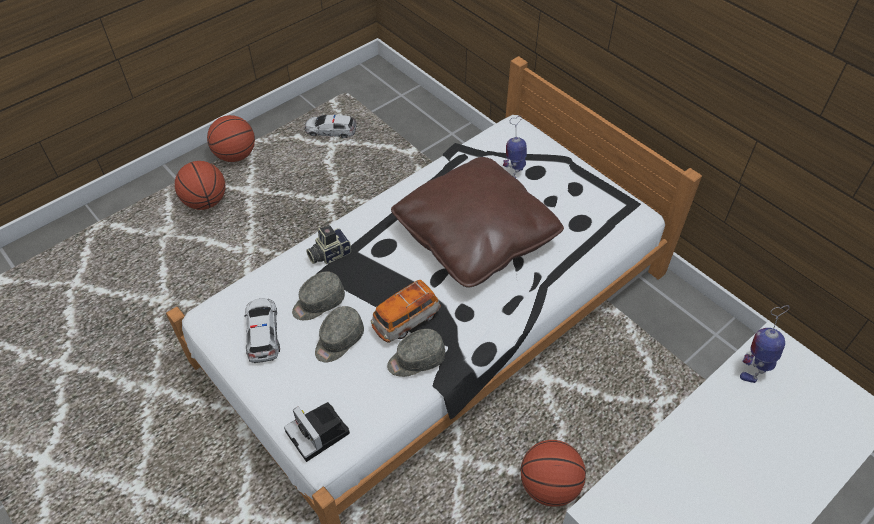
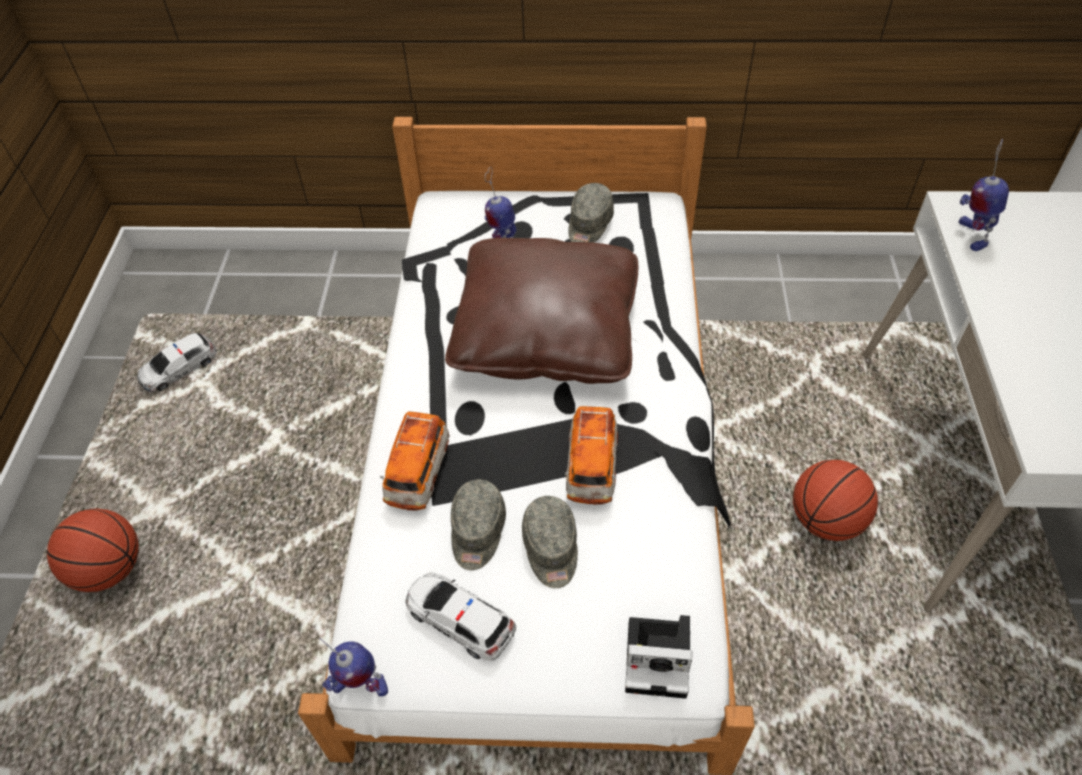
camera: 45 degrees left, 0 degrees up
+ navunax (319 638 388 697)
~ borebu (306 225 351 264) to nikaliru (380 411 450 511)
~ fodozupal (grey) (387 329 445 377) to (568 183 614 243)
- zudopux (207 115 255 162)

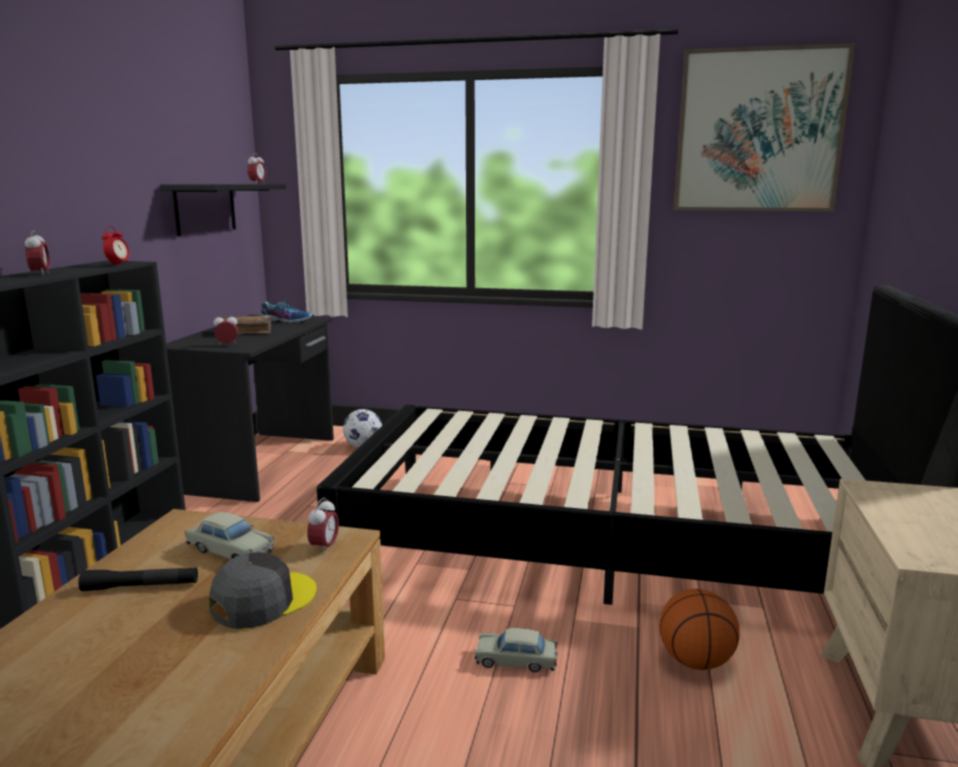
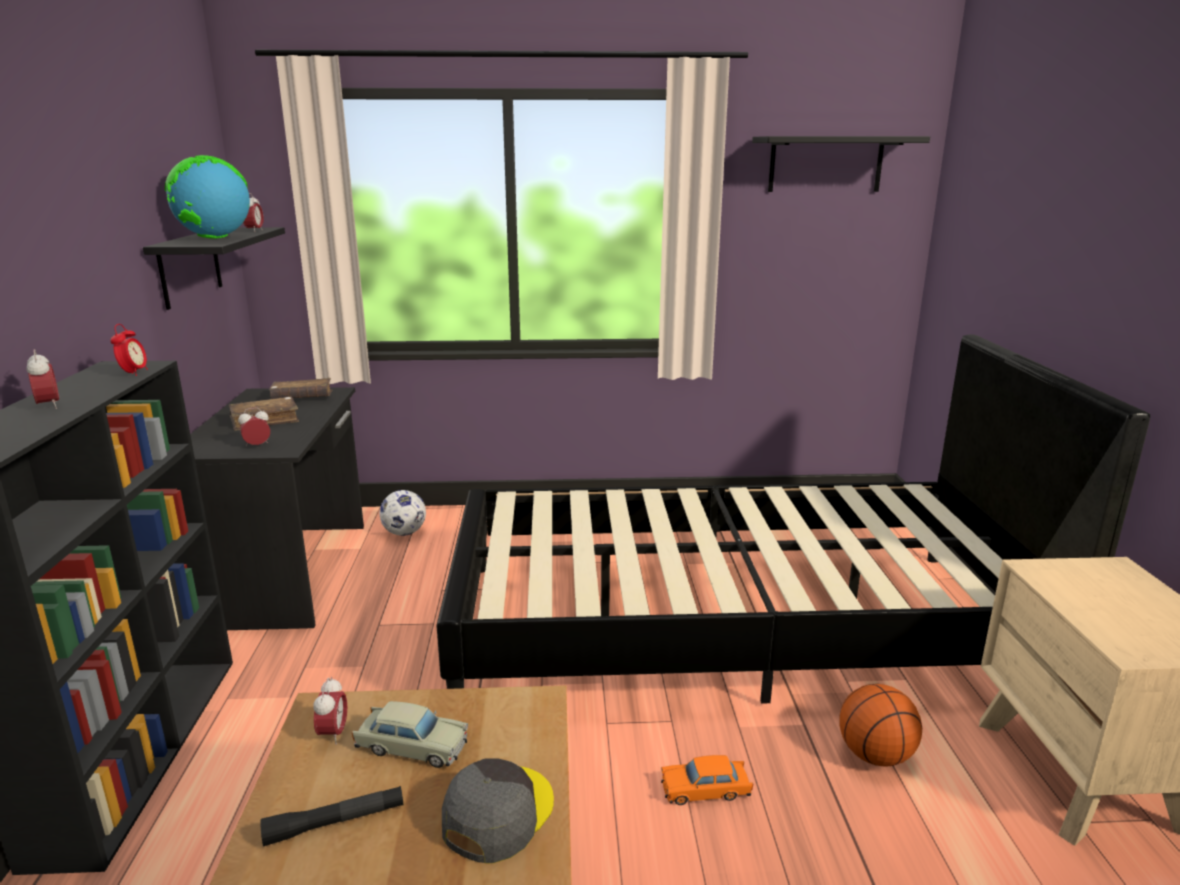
camera: 15 degrees left, 5 degrees up
+ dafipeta (165 155 250 239)
~ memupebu (260 298 312 324) to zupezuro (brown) (269 378 332 399)
~ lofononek (307 497 339 555) to (313 677 347 745)
~ nikaliru (beige) (475 628 558 672) to nikaliru (orange) (661 755 753 805)
~ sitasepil (674 43 855 211) to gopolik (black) (752 136 930 192)

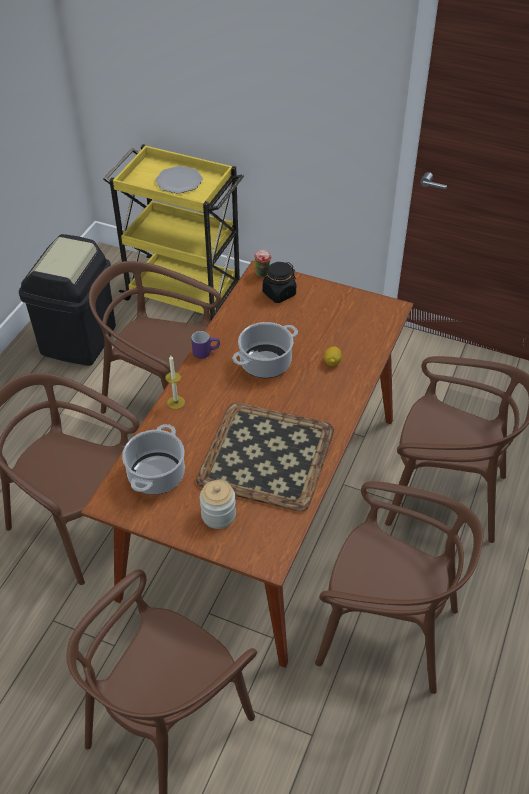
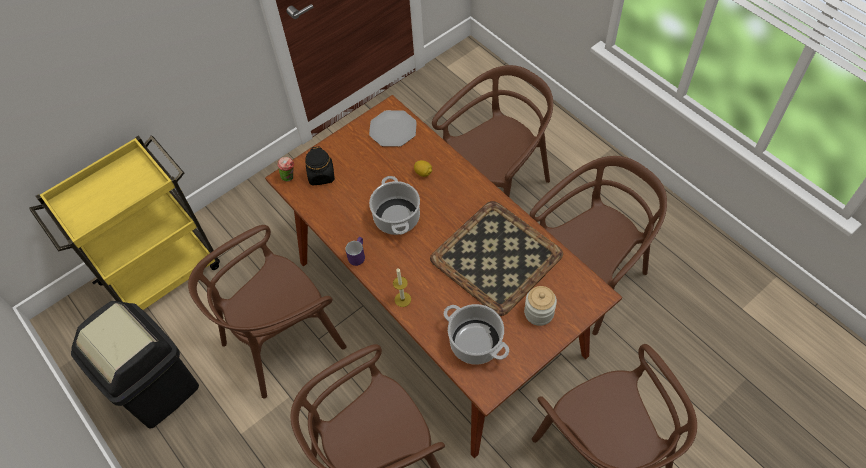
camera: 60 degrees left, 10 degrees up
~ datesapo (155 166 203 194) to (369 110 417 147)

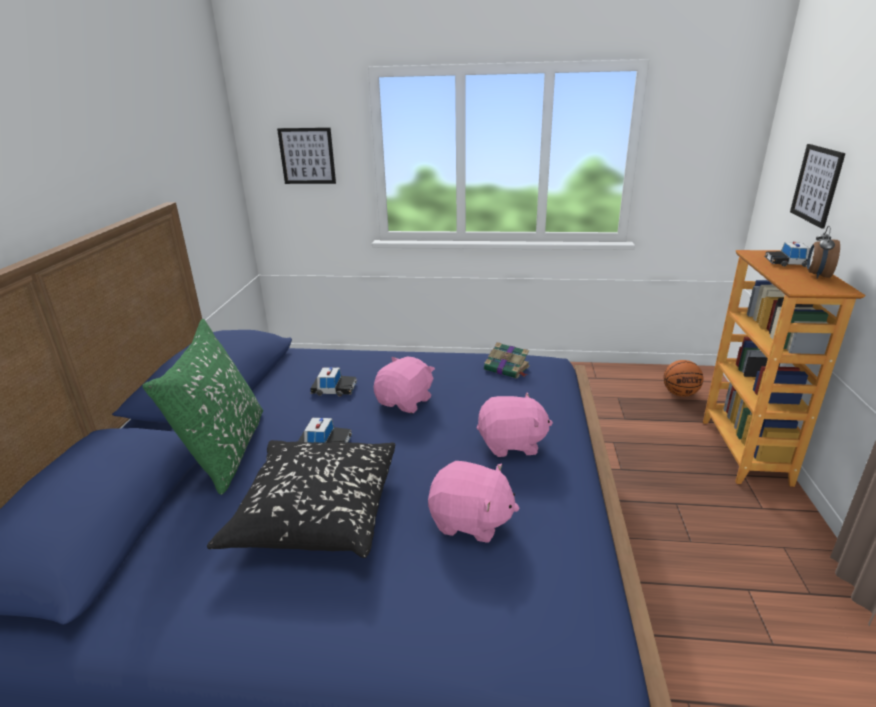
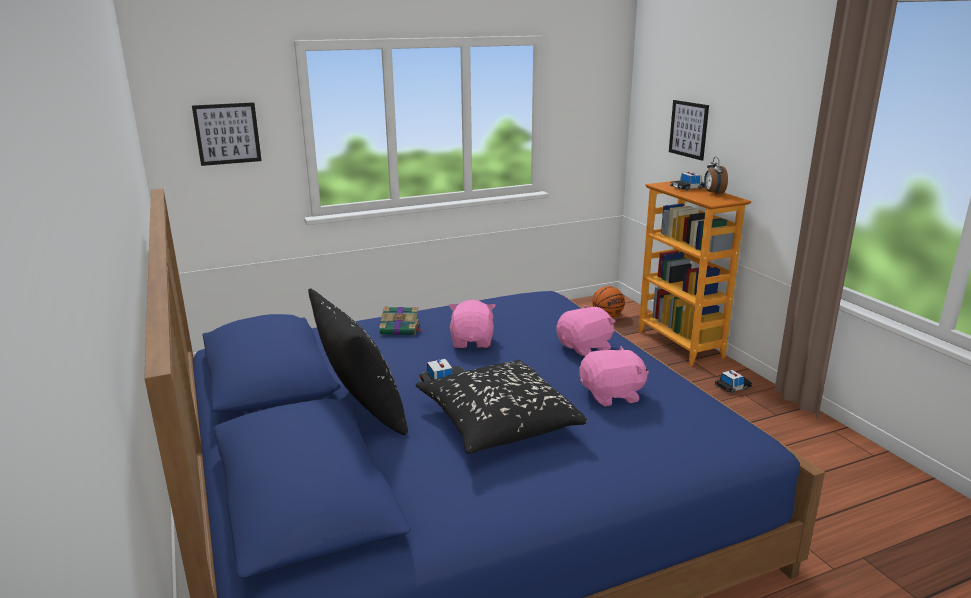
camera: 30 degrees left, 5 degrees down
~ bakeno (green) (142 319 263 495) to bakeno (black) (308 288 408 435)
~ zupezuro (484 342 530 379) to (379 307 423 335)
~ nikaliru (310 367 357 397) to (714 370 753 393)

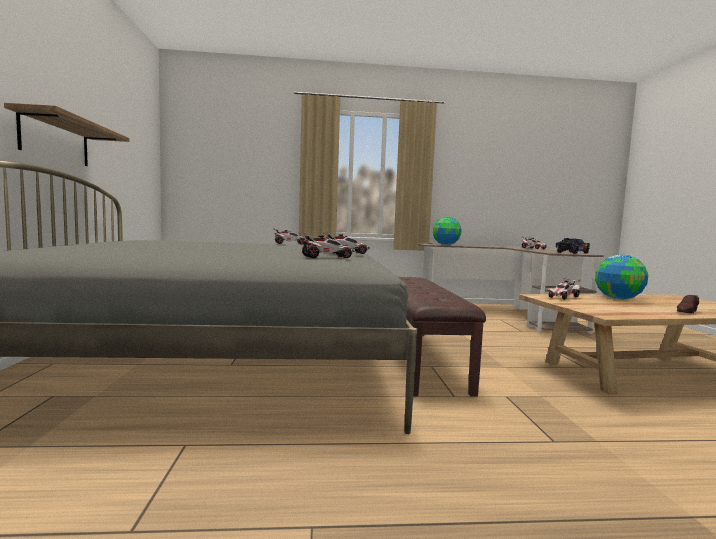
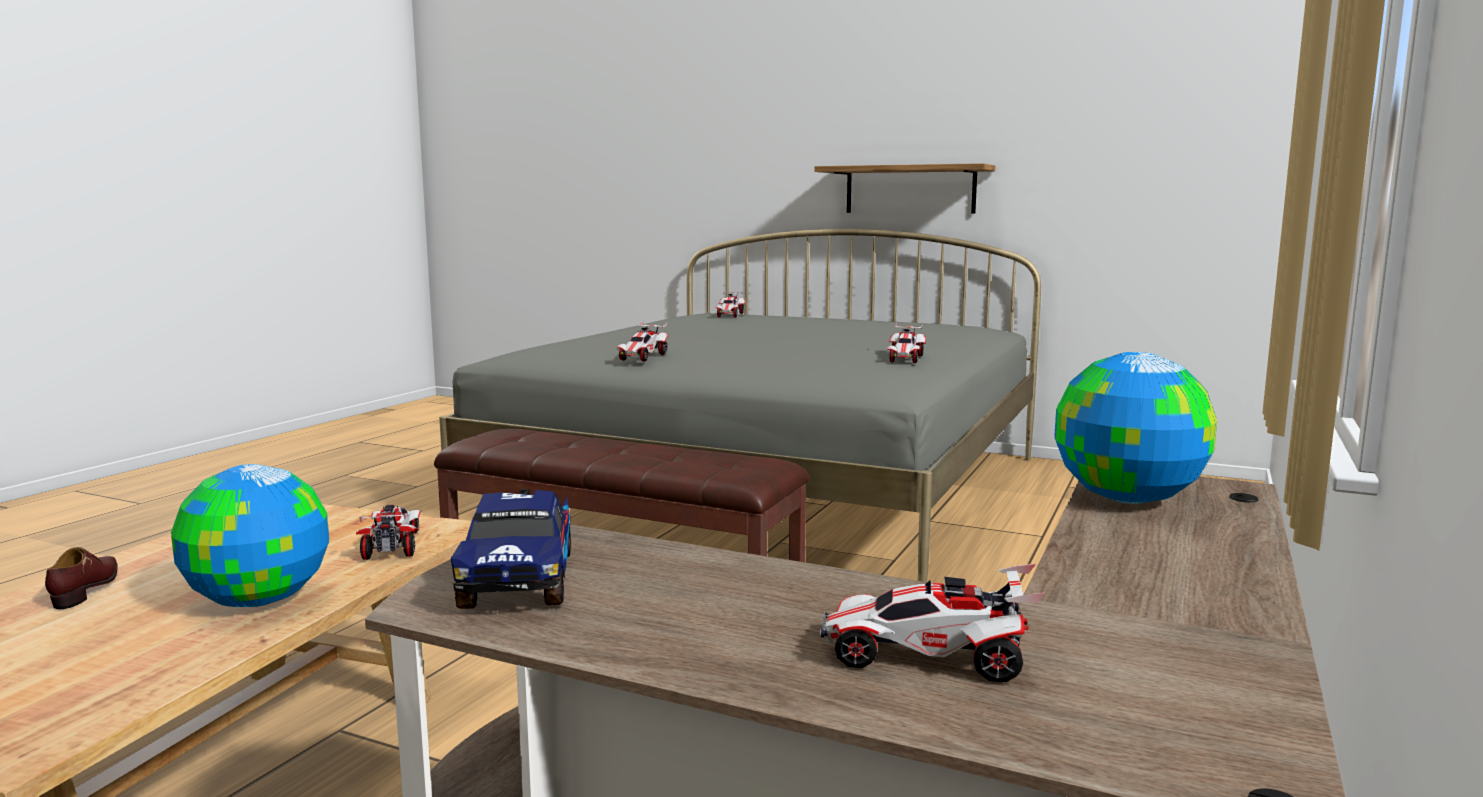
camera: 120 degrees right, 5 degrees up
~ nikaliru (299 233 354 258) to (715 290 745 318)

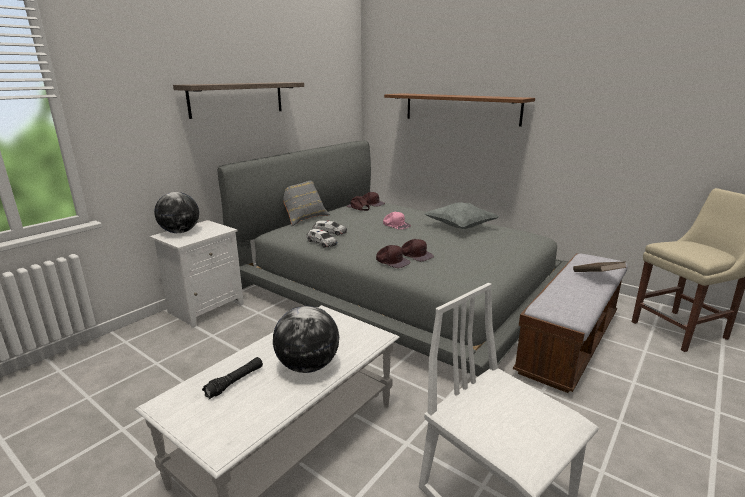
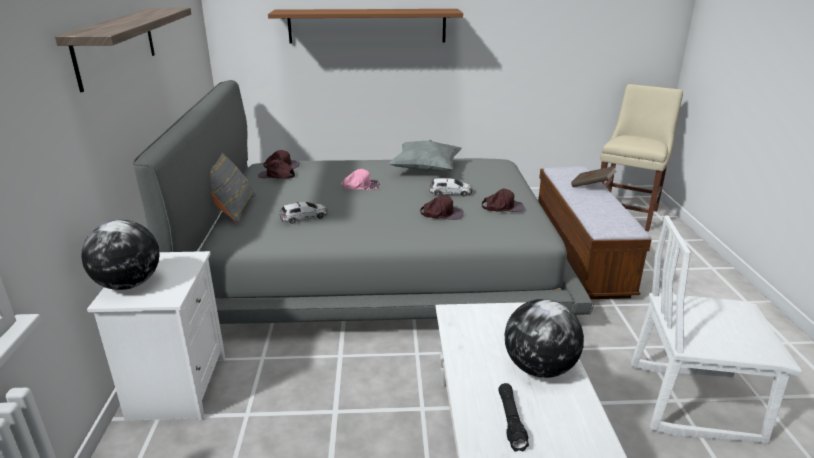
camera: 40 degrees left, 5 degrees up
~ nikaliru (306 229 337 248) to (429 178 472 196)
~ fodozupal (brown) (376 245 411 268) to (482 188 524 212)

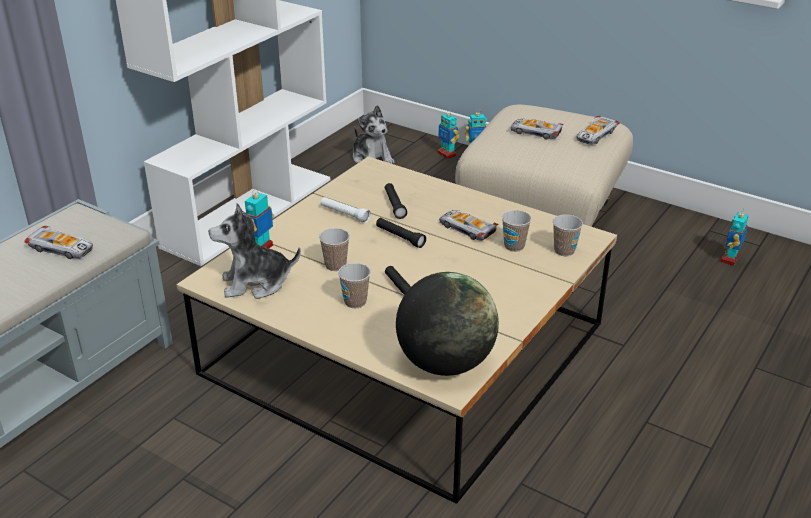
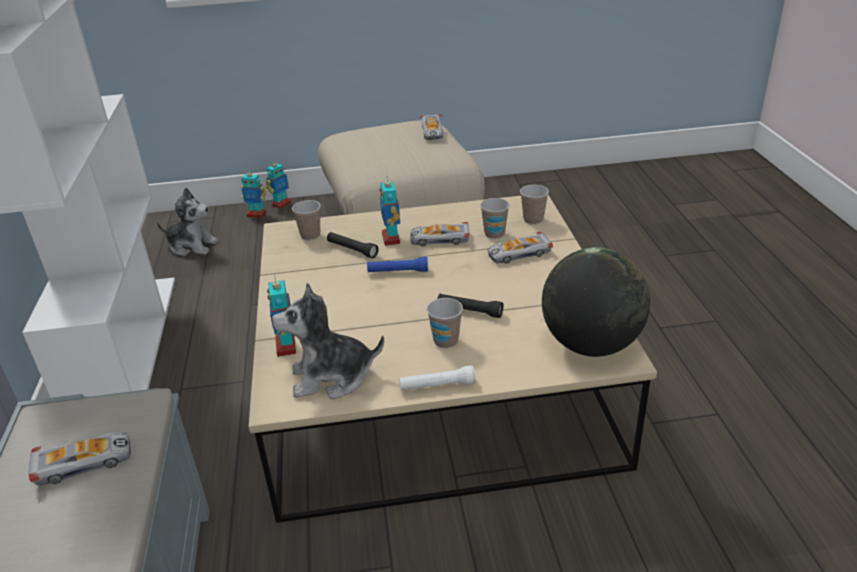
camera: 40 degrees left, 0 degrees up
~ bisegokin (208 203 301 299) = (272 283 384 399) 45 degrees clockwise
~ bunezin (319 228 350 271) to (292 200 321 240)
~ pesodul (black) (376 218 426 248) to pesodul (blue) (367 257 428 272)
~ navunax (721 209 748 266) to (380 176 400 246)
~ pesodul (white) (321 197 371 223) to (399 365 475 390)
~ nikaliru (511 119 563 139) to (488 232 553 264)

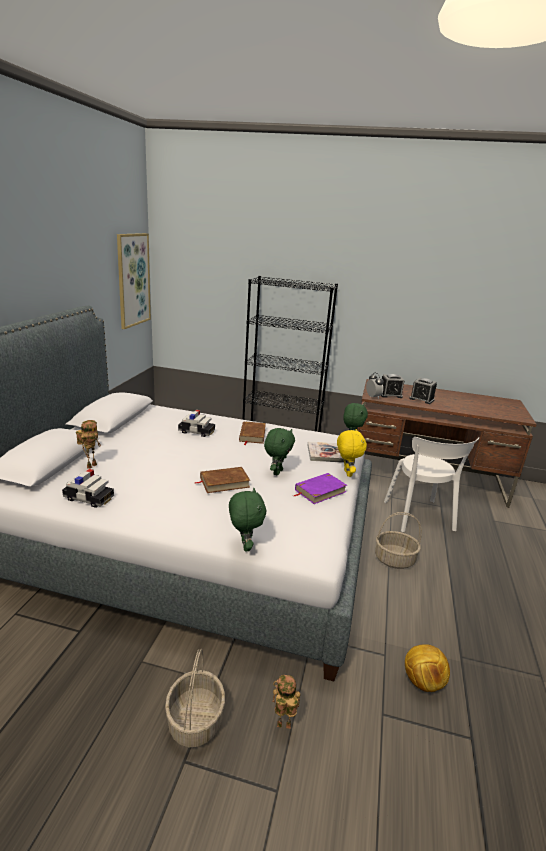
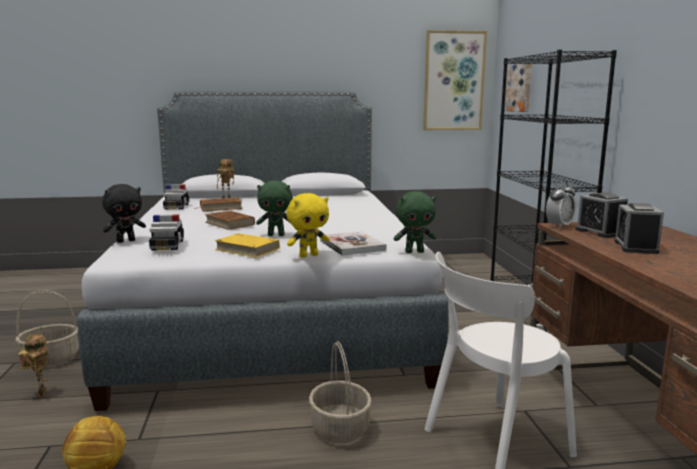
camera: 70 degrees right, 10 degrees down
~ bisegokin (green) (229 488 266 551) to bisegokin (black) (102 184 146 243)
~ nikaliru (178 410 215 437) to (149 214 184 251)
~ zupezuro (brown) (239 421 266 445) to (193 198 242 211)
~ zupezuro (purple) (293 473 347 504) to zupezuro (yellow) (215 233 280 258)
+ sitasepil (505 64 532 112)

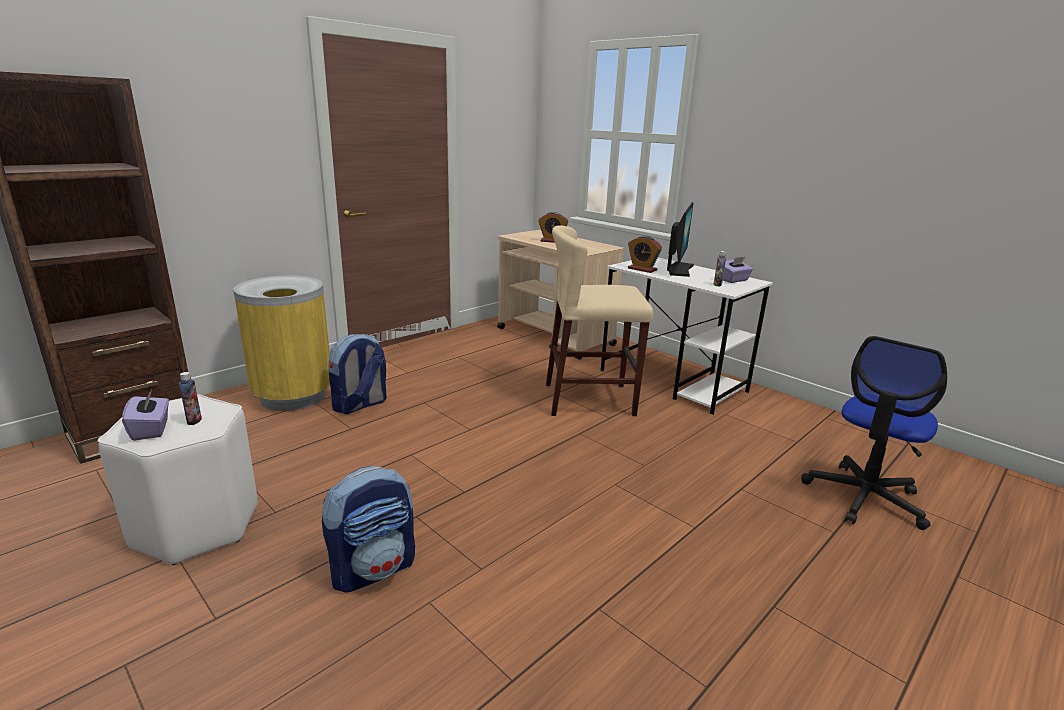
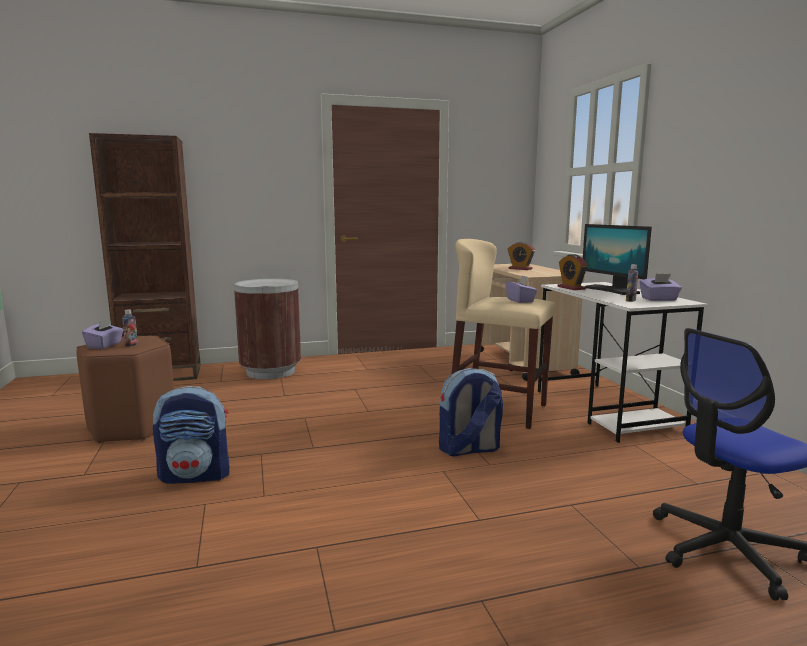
camera: 30 degrees right, 10 degrees down
~ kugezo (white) (98 394 258 565) to kugezo (brown) (76 336 174 443)
~ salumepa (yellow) (233 276 330 411) to salumepa (brown) (234 279 301 379)
~ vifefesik (328 334 387 414) to (439 368 503 457)
+ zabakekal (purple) (506 275 537 303)
~ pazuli (667 202 694 277) = (583 224 652 295) 105 degrees clockwise

